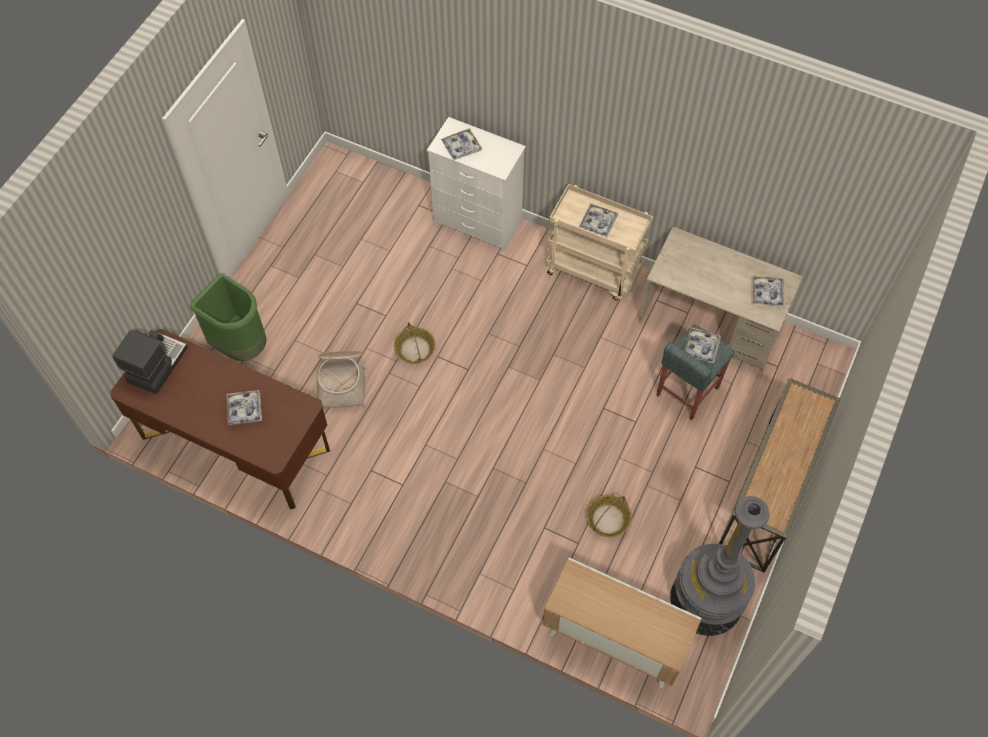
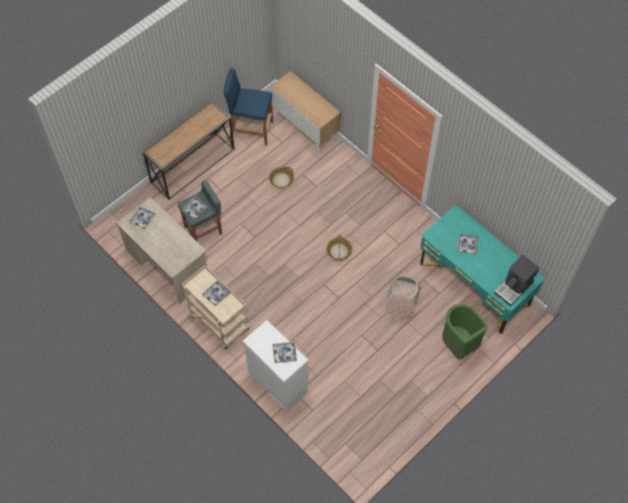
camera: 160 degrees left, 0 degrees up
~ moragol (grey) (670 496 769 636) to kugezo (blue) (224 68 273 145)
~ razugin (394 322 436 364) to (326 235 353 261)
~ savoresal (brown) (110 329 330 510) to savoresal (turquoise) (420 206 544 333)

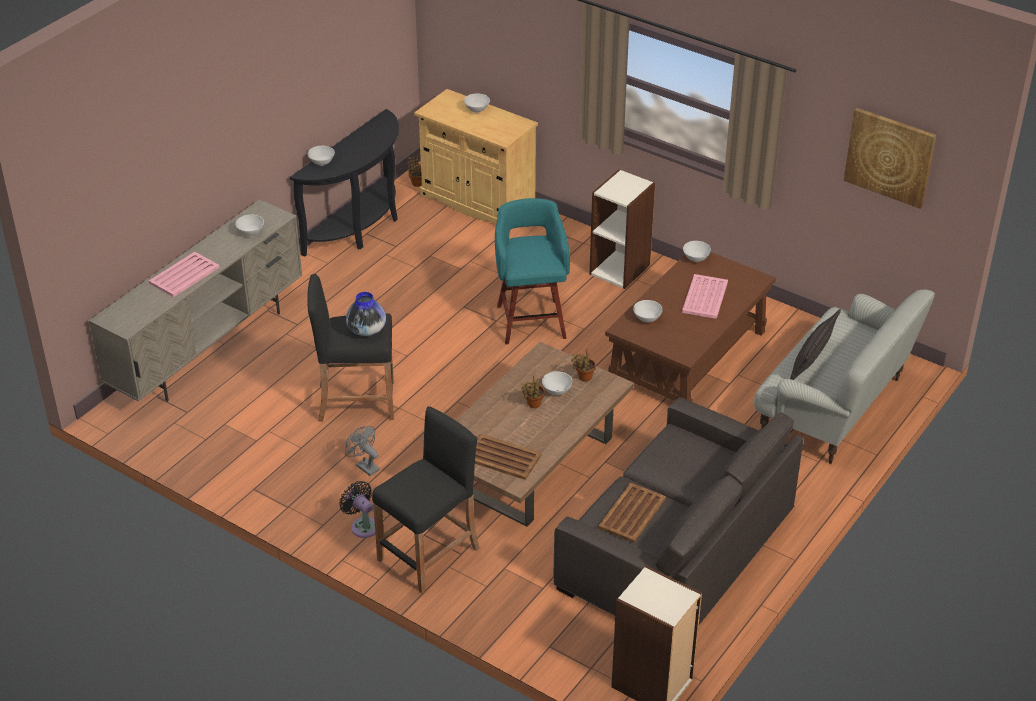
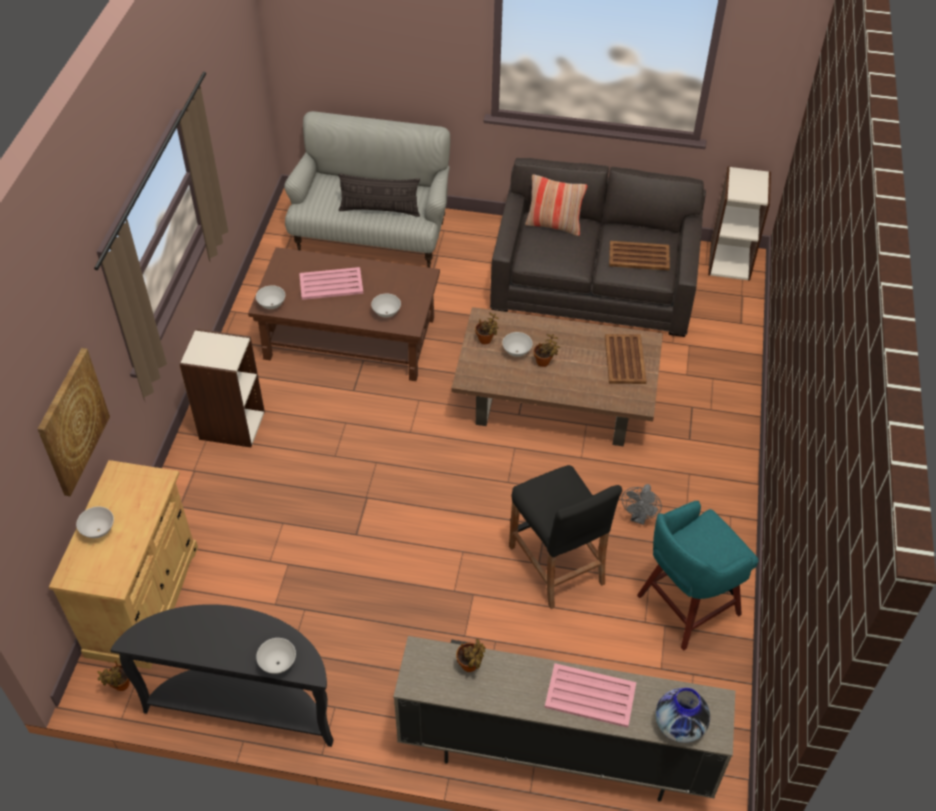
camera: 115 degrees left, 10 degrees up
~ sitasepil (844 108 936 209) to (38 348 110 496)
~ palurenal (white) (235 215 264 236) to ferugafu (456 639 486 672)
+ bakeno (525 174 587 236)
~ kugezo (turquoise) (495 198 570 344) to (637 501 759 650)
~ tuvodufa (346 292 386 336) to (655 688 710 743)
- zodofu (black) (339 481 375 538)
- kugezo (black) (372 407 480 593)

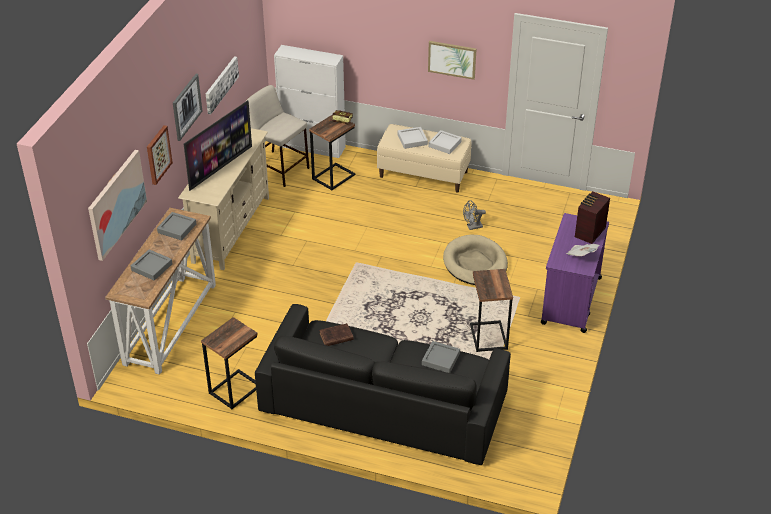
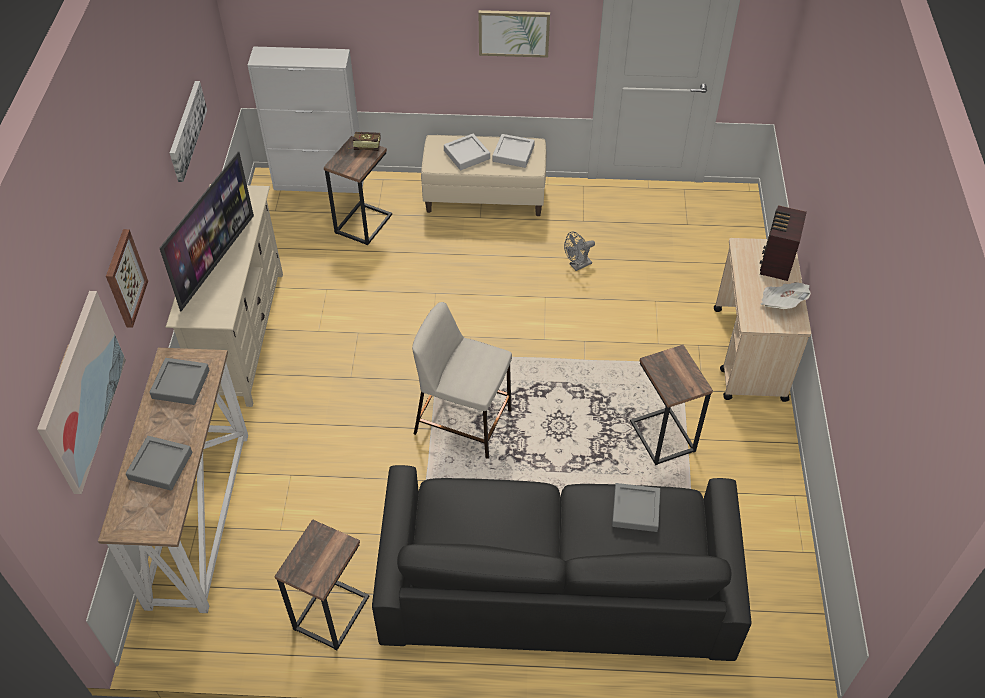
camera: 15 degrees left, 10 degrees up
~ kugezo (beige) (245 85 309 187) to (412 302 512 459)
~ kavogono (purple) (541 213 609 333) to kavogono (beige) (714 238 811 402)
- sitasepil (173 74 202 141)
- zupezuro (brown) (319 323 354 346)
- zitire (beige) (443 235 508 285)

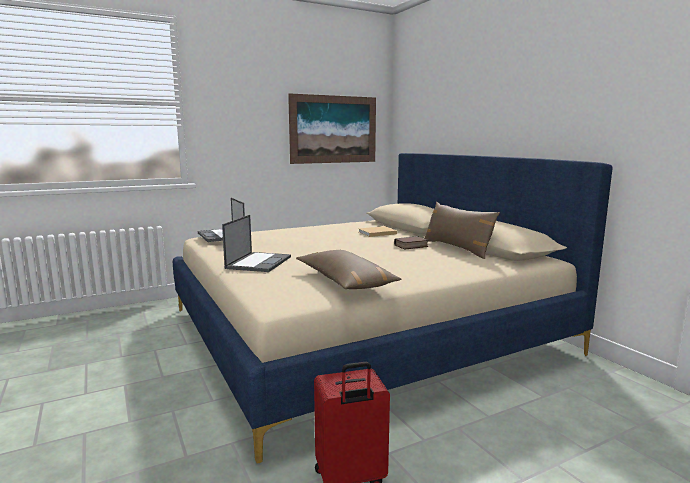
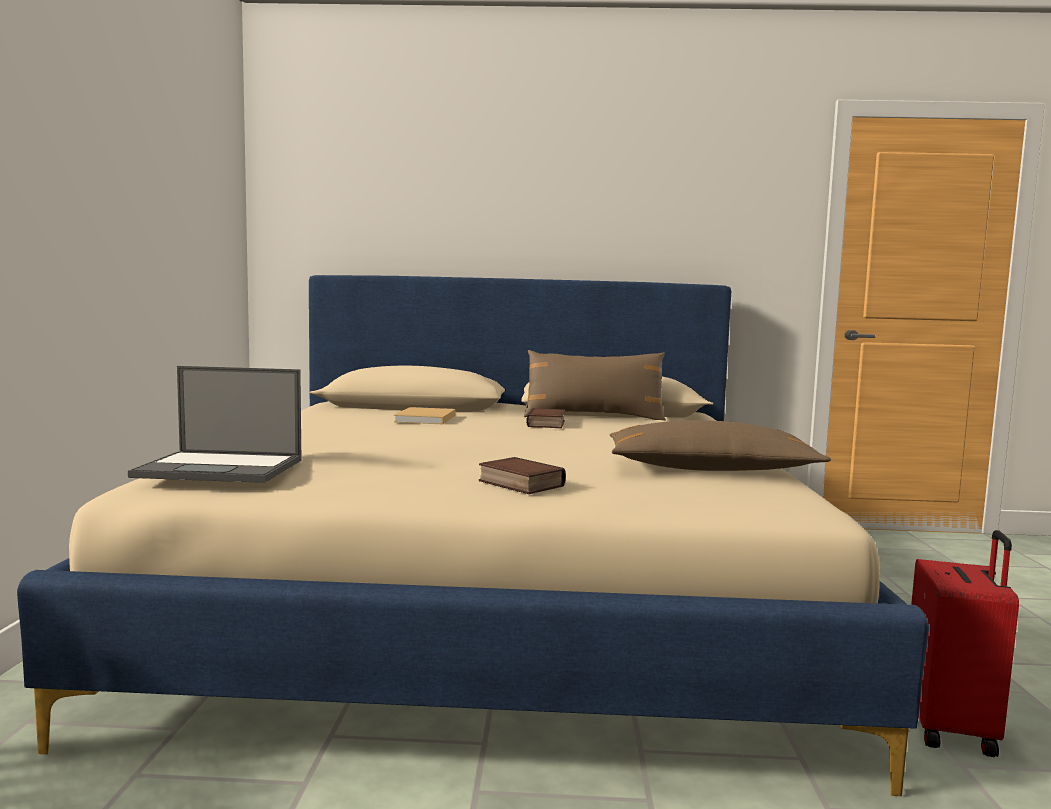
camera: 60 degrees left, 5 degrees down
~ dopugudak (222 215 291 272) to zupezuro (479 457 566 494)
- sitasepil (288 93 376 164)

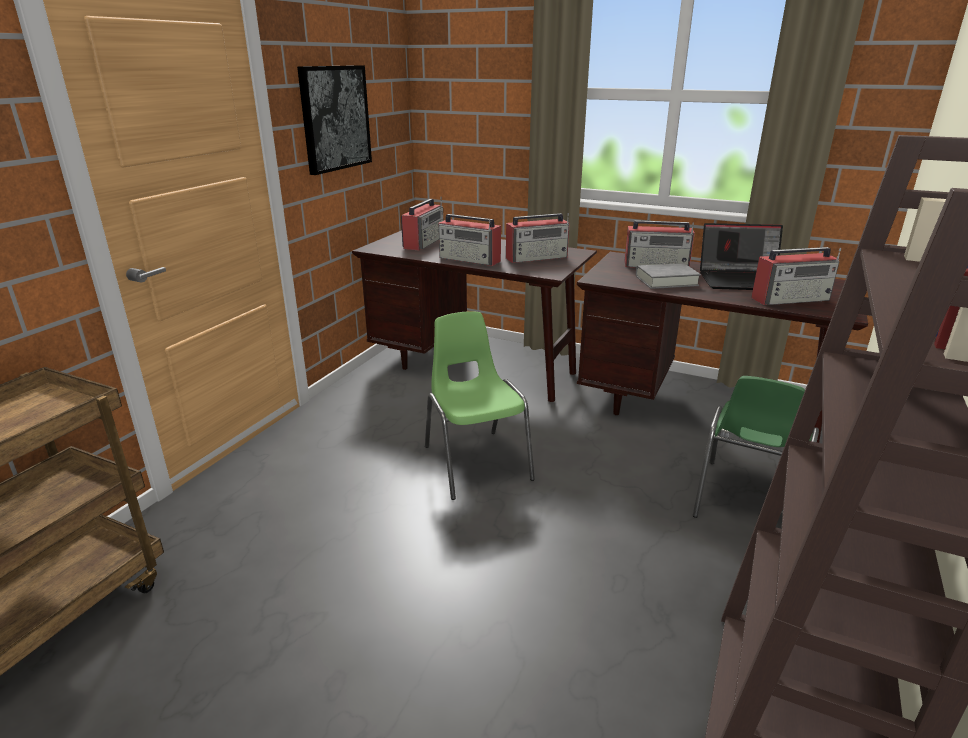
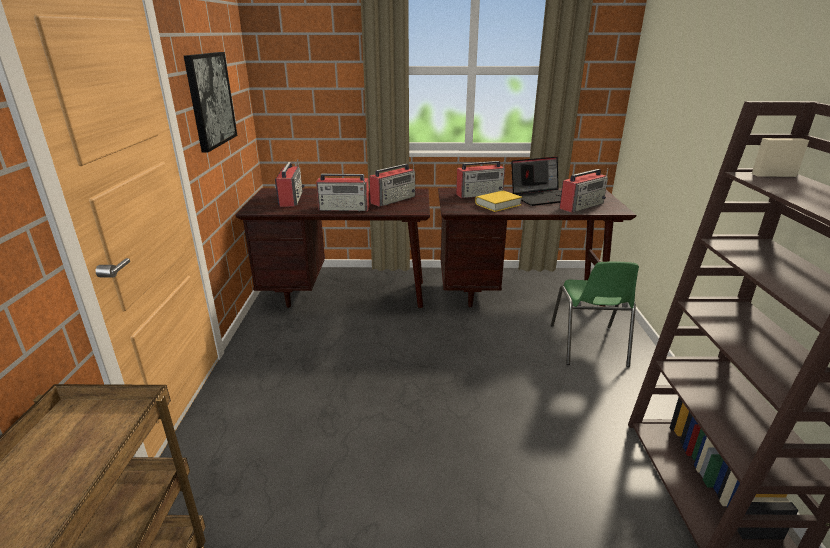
camera: 25 degrees left, 0 degrees up
~ zupezuro (grey) (636 263 701 289) to zupezuro (yellow) (475 190 522 212)
- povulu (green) (425 311 535 500)

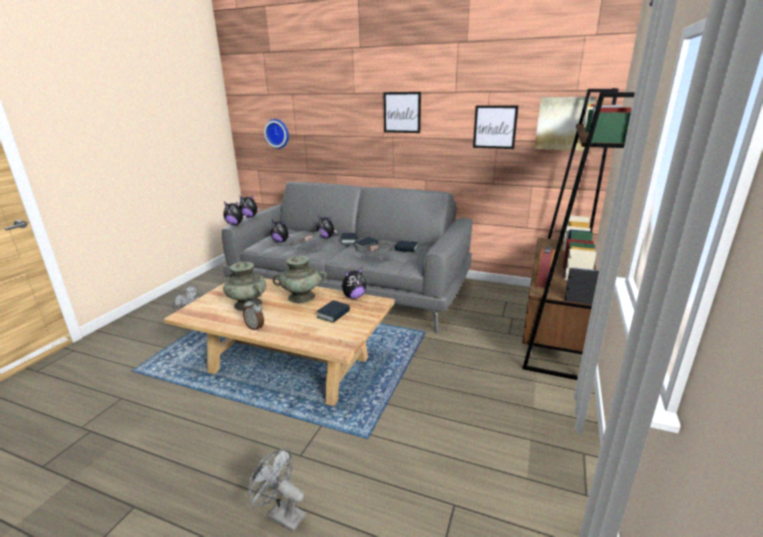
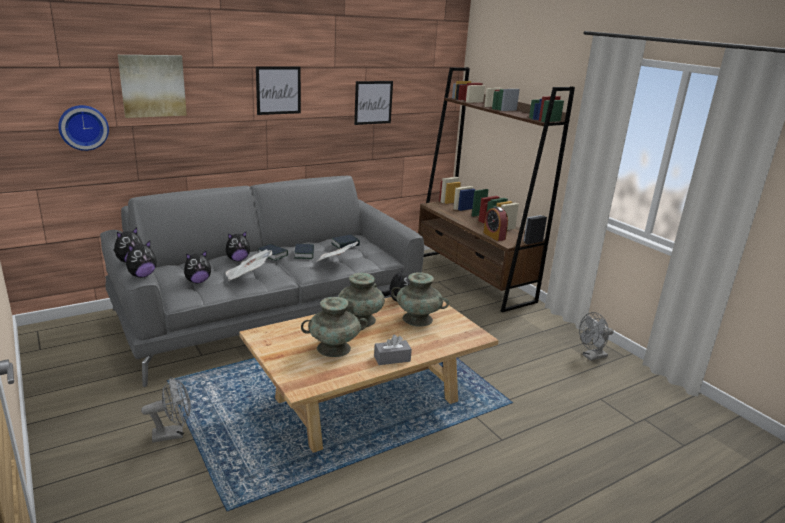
camera: 55 degrees left, 0 degrees up
~ sitasepil (535 97 596 151) to (118 55 187 118)
~ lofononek (243 298 264 331) to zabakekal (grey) (374 334 412 365)
~ zupezuro (317 300 350 323) to tuvodufa (turquoise) (391 272 449 327)
~ zodofu (grey) (248 448 306 532) to (579 312 614 361)

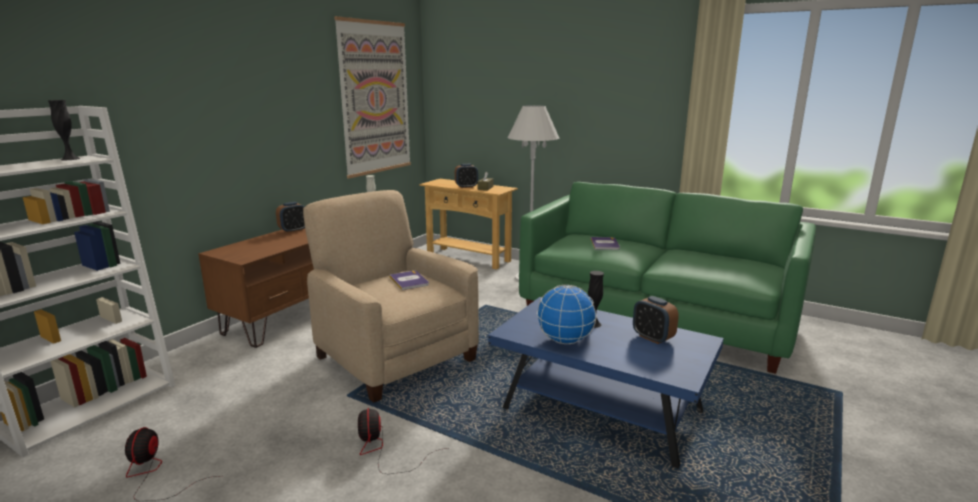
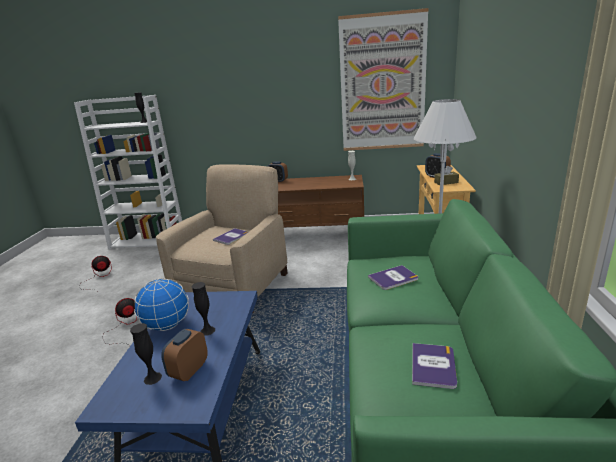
camera: 65 degrees right, 5 degrees up
+ tuvodufa (black) (130 323 162 385)
+ zupezuro (412 343 457 389)

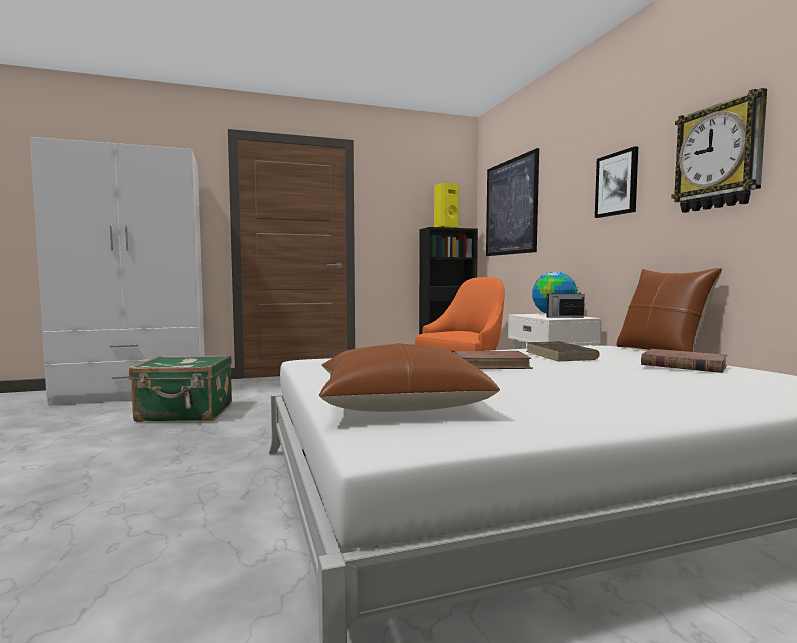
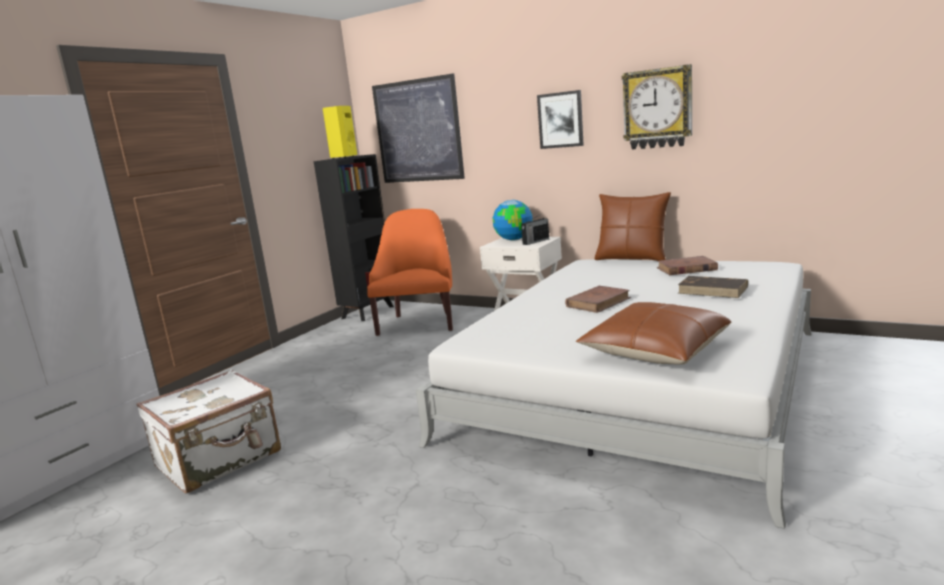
camera: 40 degrees left, 10 degrees up
~ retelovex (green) (129 355 232 422) to retelovex (white) (136 370 281 494)
~ zupezuro (brown) (526 341 600 362) to (678 276 748 298)

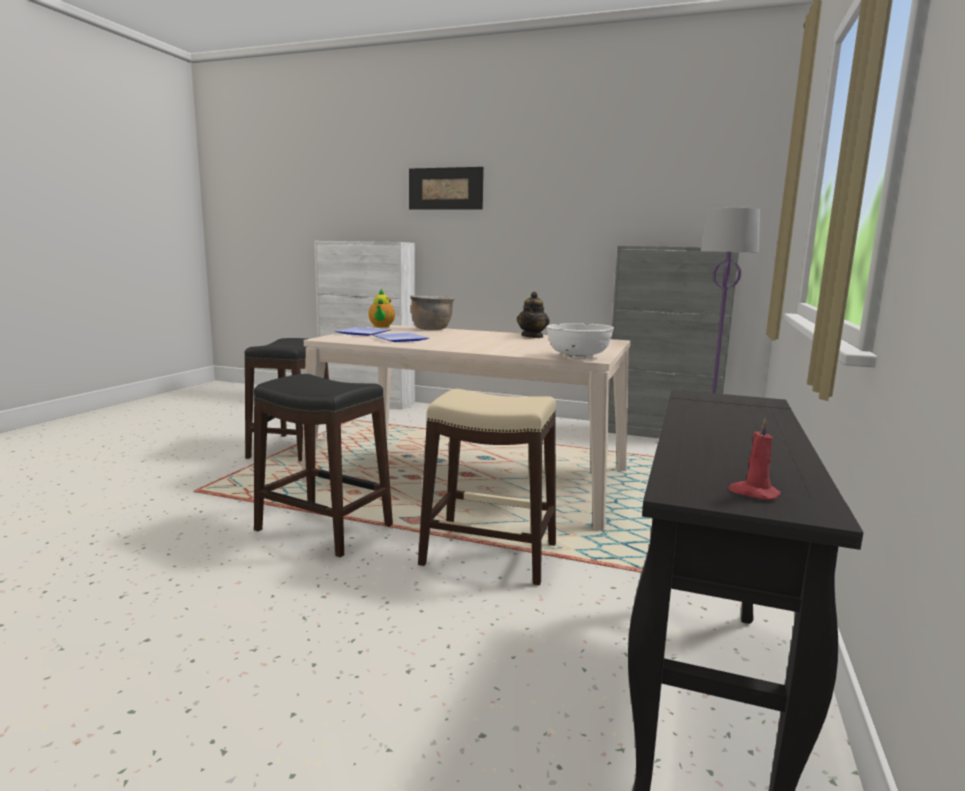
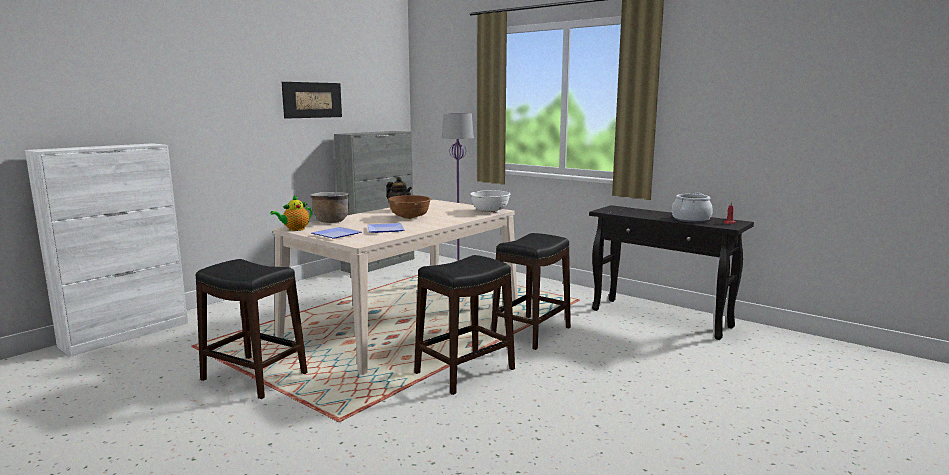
camera: 70 degrees left, 0 degrees up
~ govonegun (369 289 395 328) = (270 195 312 231) 120 degrees clockwise
~ sitasepil (409 167 484 210) to (282 82 342 119)
+ palurenal (brown) (388 195 431 219)
~ kugezo (beige) (418 389 556 585) to kugezo (black) (491 233 571 350)
+ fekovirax (672 193 713 223)

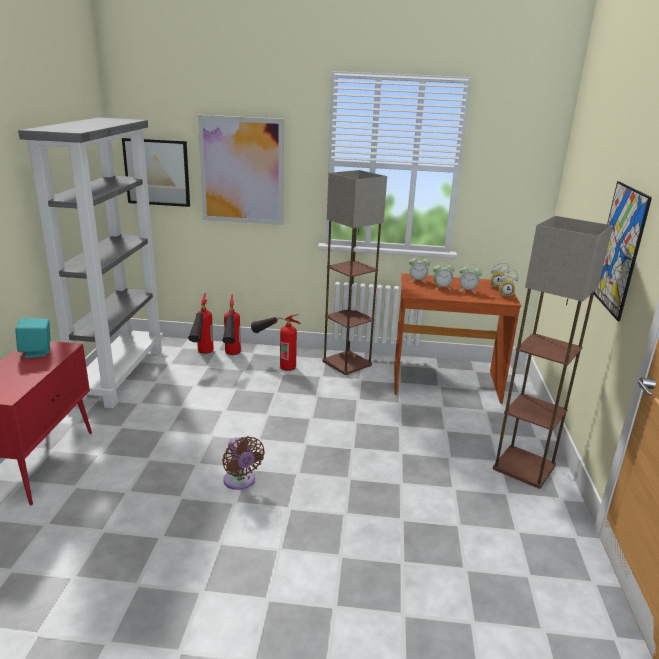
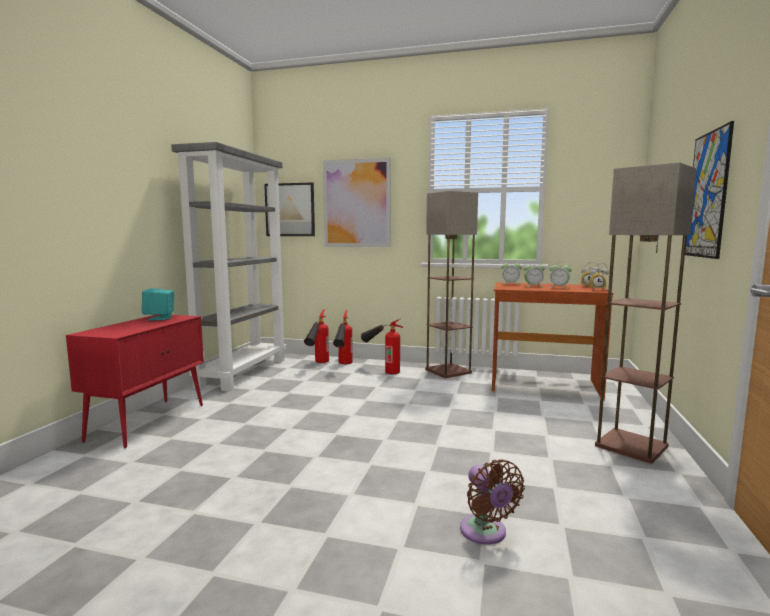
camera: 10 degrees right, 15 degrees down
~ zodofu (brown) (222 436 265 490) to (460 459 525 545)

